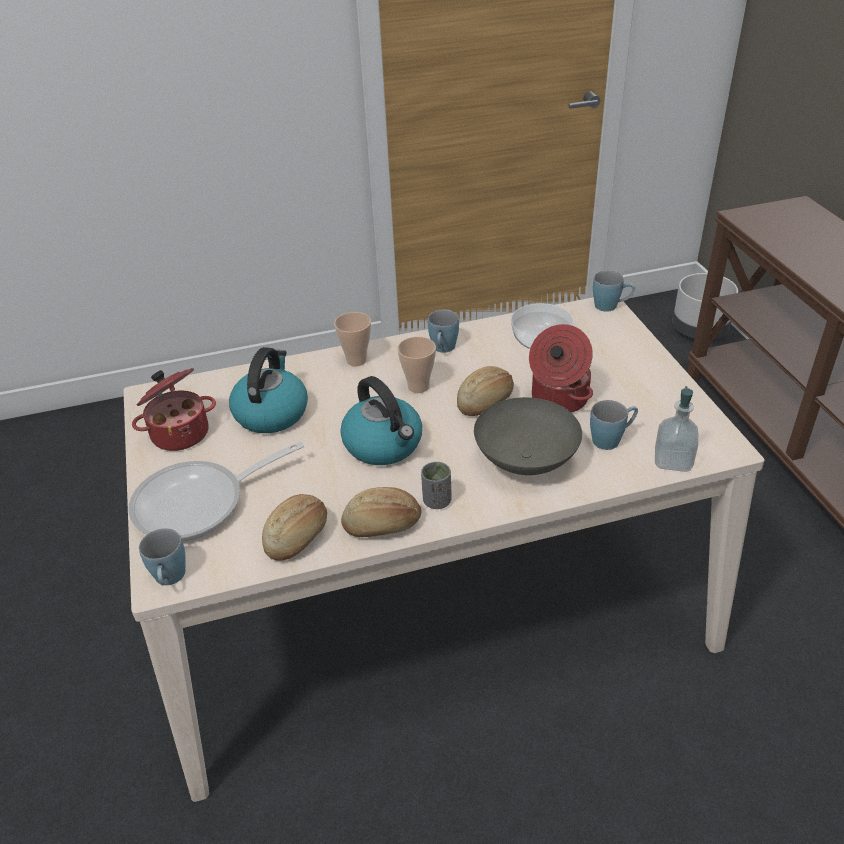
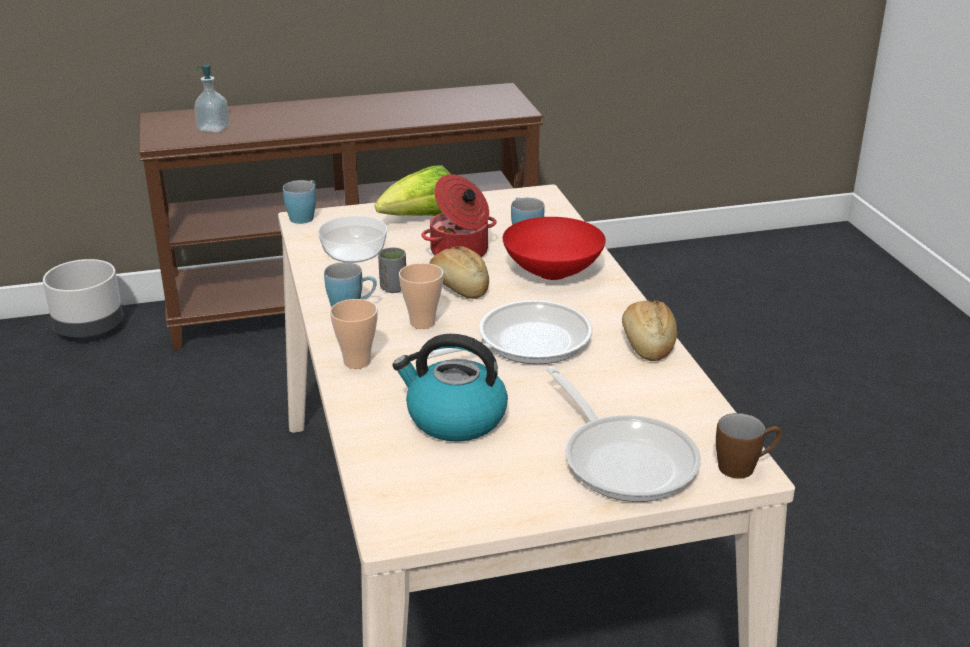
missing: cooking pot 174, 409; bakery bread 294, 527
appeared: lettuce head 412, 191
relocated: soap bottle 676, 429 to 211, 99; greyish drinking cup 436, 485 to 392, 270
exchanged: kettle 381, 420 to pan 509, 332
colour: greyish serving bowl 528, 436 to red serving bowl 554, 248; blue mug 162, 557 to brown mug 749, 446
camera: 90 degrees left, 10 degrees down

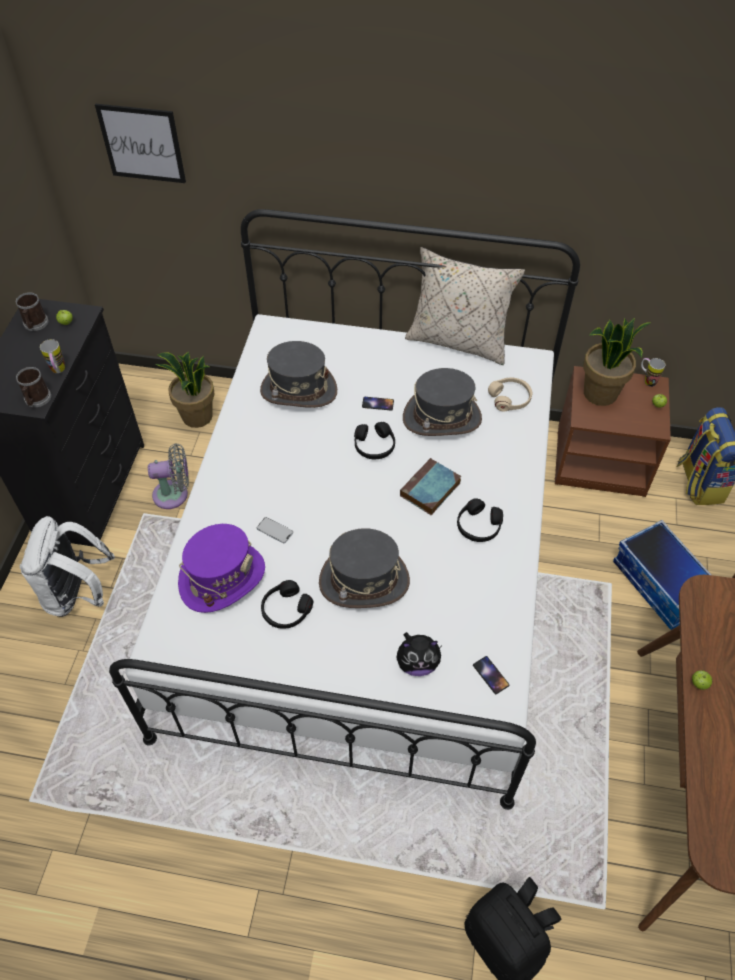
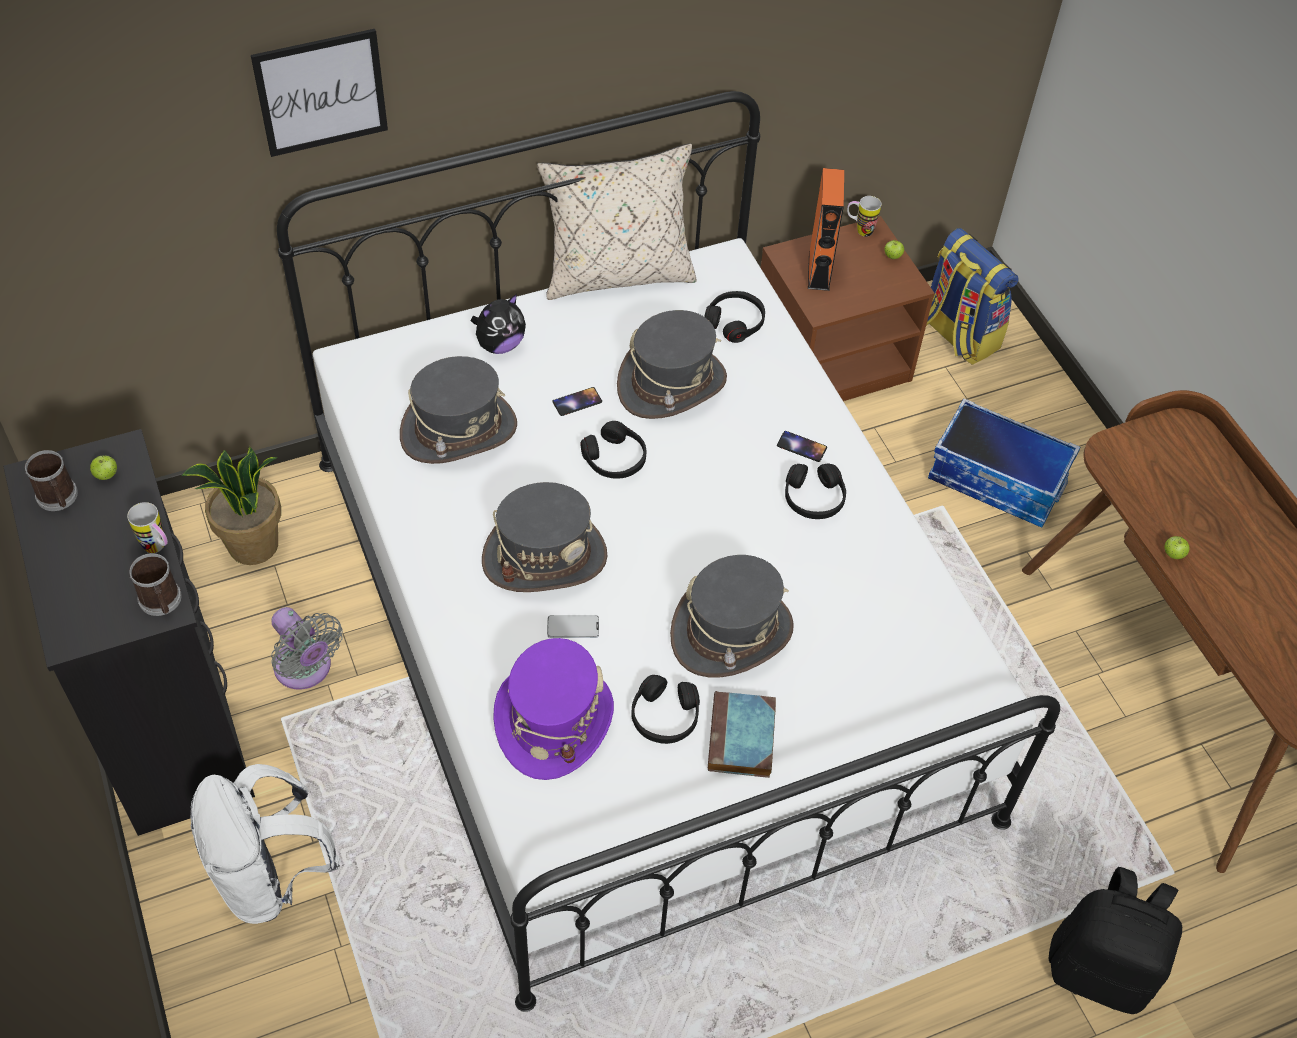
appeared: greyish wearable hat 544, 537
relocated: picture 140, 143 to 319, 93; book 430, 486 to 742, 734; soft toy 419, 654 to 498, 324; phone 491, 675 to 802, 446
exchanged: houseplant 616, 362 to orange-coloured audio speaker 826, 229
colour: beige-coloured pair of headphones 510, 394 to blackish pair of headphones 734, 317
spun: greyish electric fan 168, 476 = 307, 648 90 degrees clockwise
camera: 35 degrees left, 0 degrees up

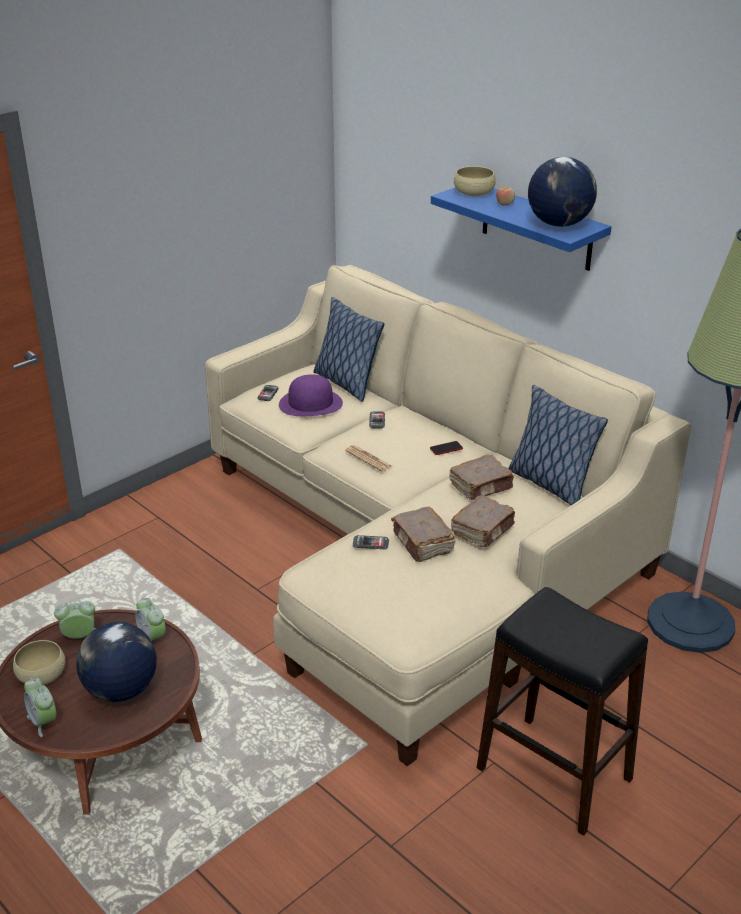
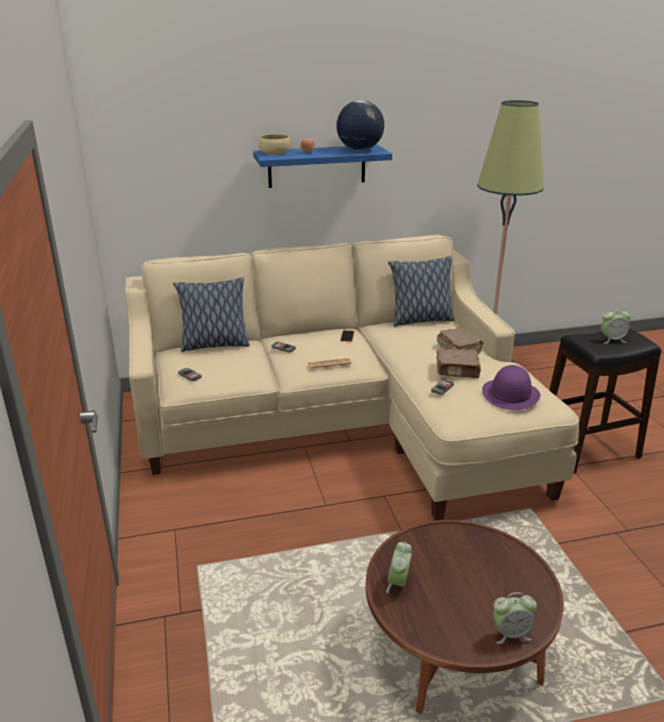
missing: brown book 481, 477; globe 116, 662; beige-coloured serving bowl 39, 662
relocated: purplish wearable hat 311, 395 to 511, 387; table clock 150, 619 to 616, 325
camera: 60 degrees left, 5 degrees down

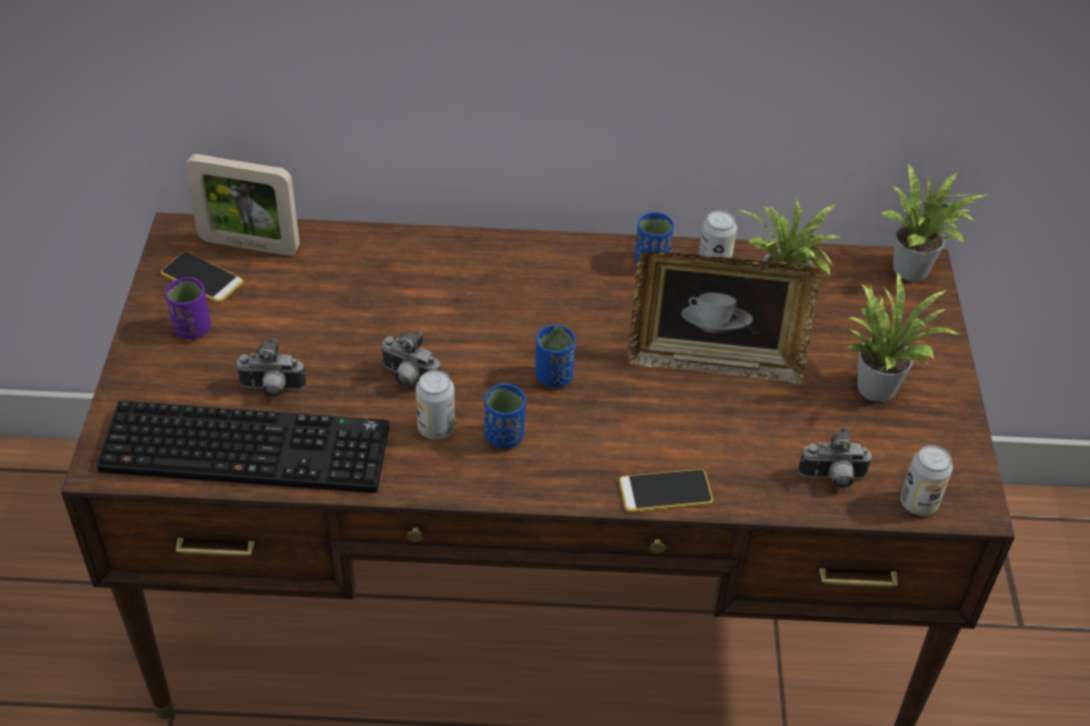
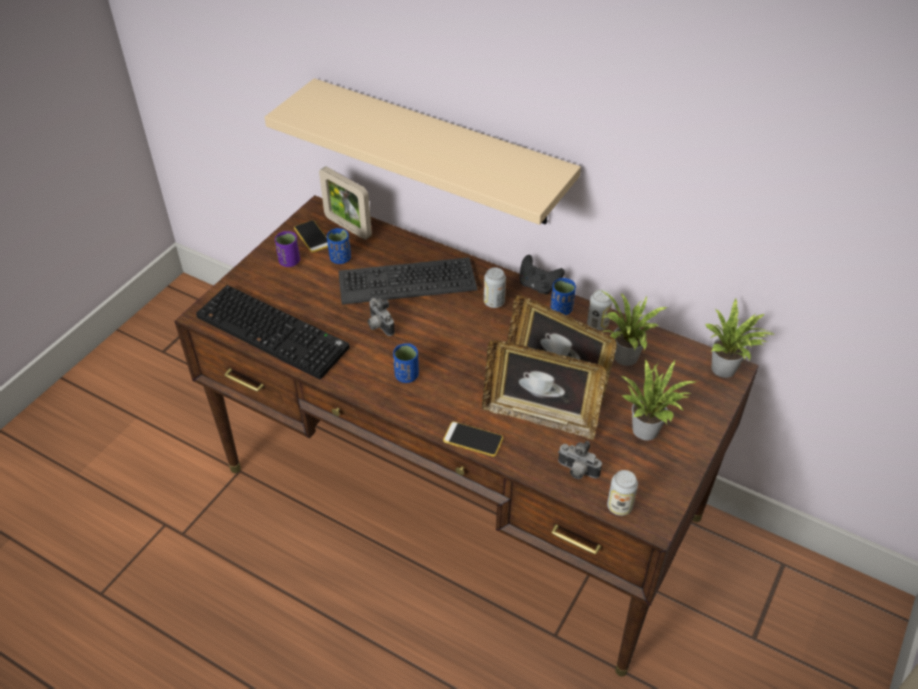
missing: still camera 271, 368
appeared: beige-coloured shelf 422, 151; blackish gamepad 542, 275; PC keyboard 408, 281; photo frame 544, 390
relocated: blue drinking cup 555, 356 to 339, 246; sealed can 435, 405 to 495, 287
camera: 30 degrees right, 0 degrees up

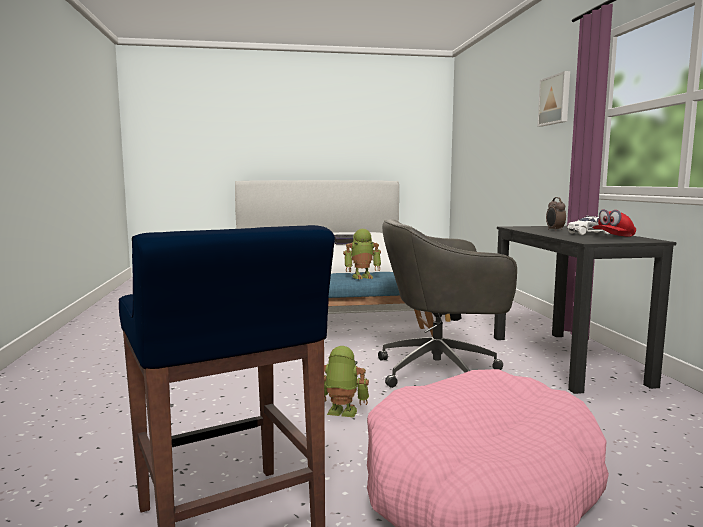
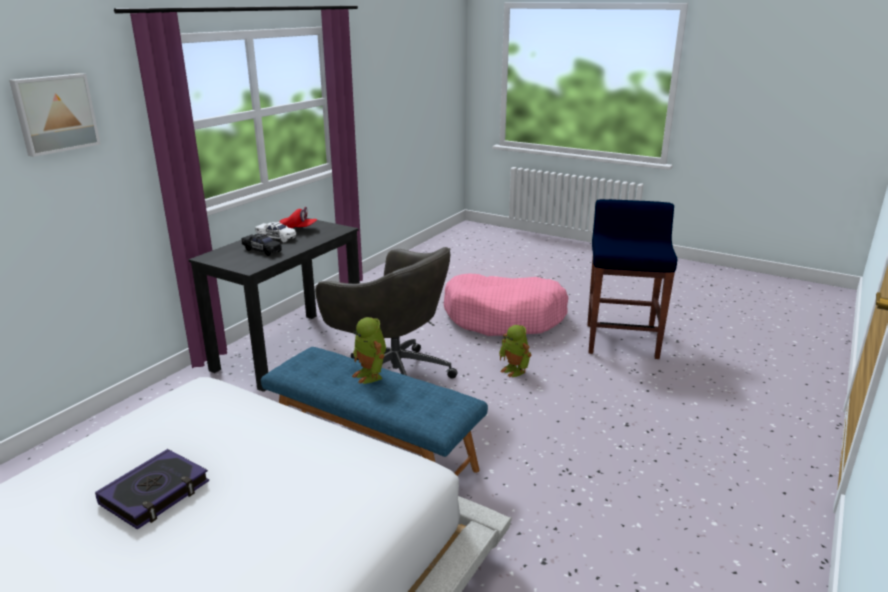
exchanged: table clock 556, 214 to blackish toy car 261, 245
spun: toy robot 362, 254 = 369, 350 150 degrees counterclockwise
camera: 140 degrees left, 15 degrees up

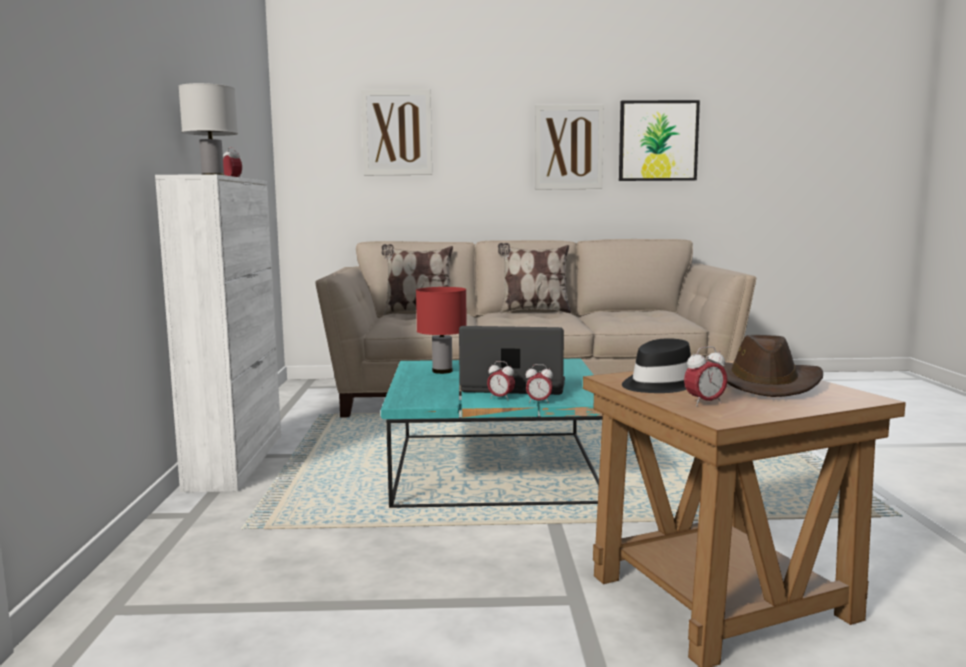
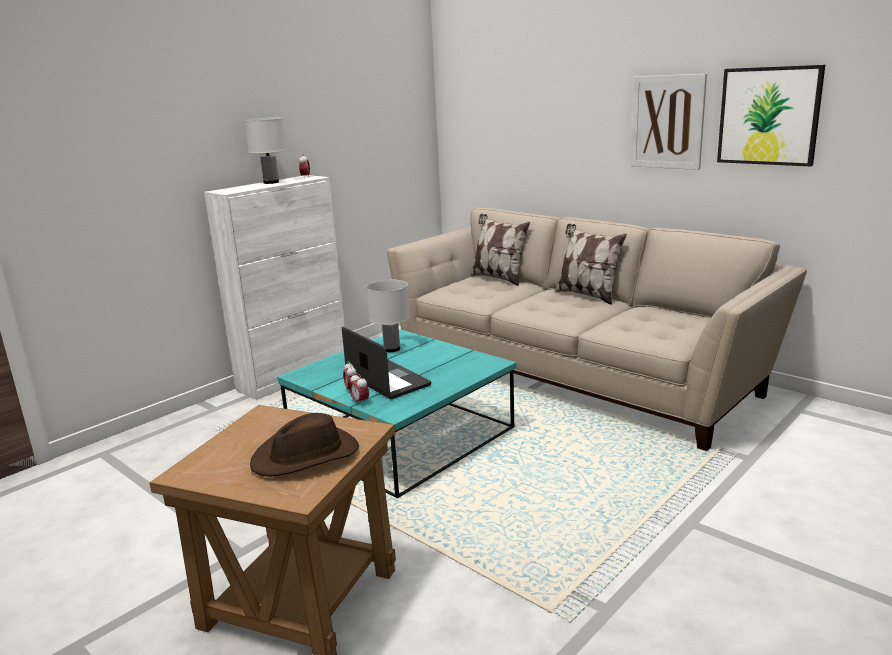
missing: picture 396, 132; blackish wearable hat 656, 365; table clock 706, 376
colour: red table lamp 441, 330 to whitish table lamp 388, 316
camera: 45 degrees right, 10 degrees up

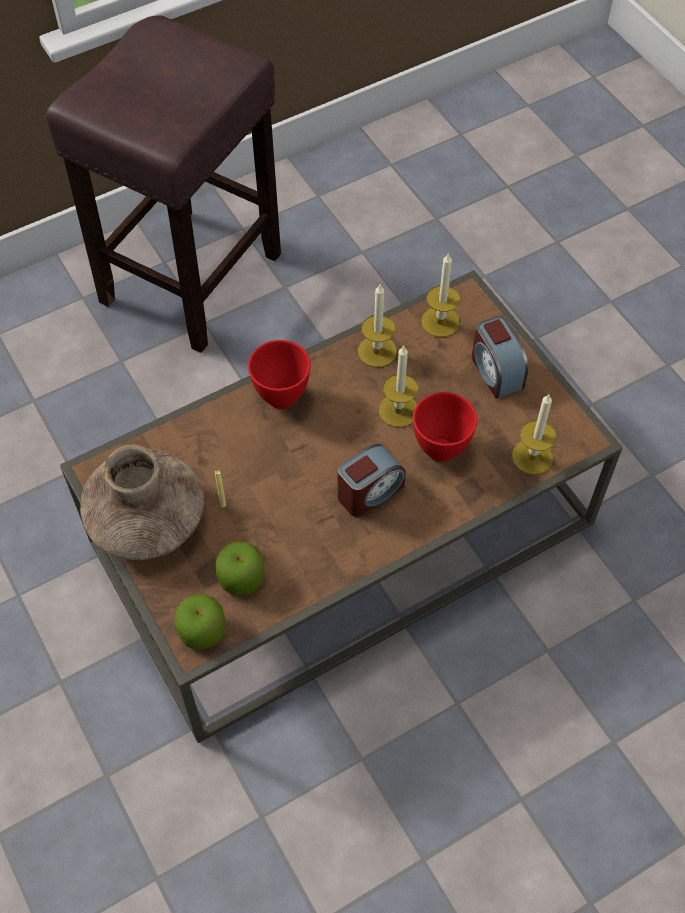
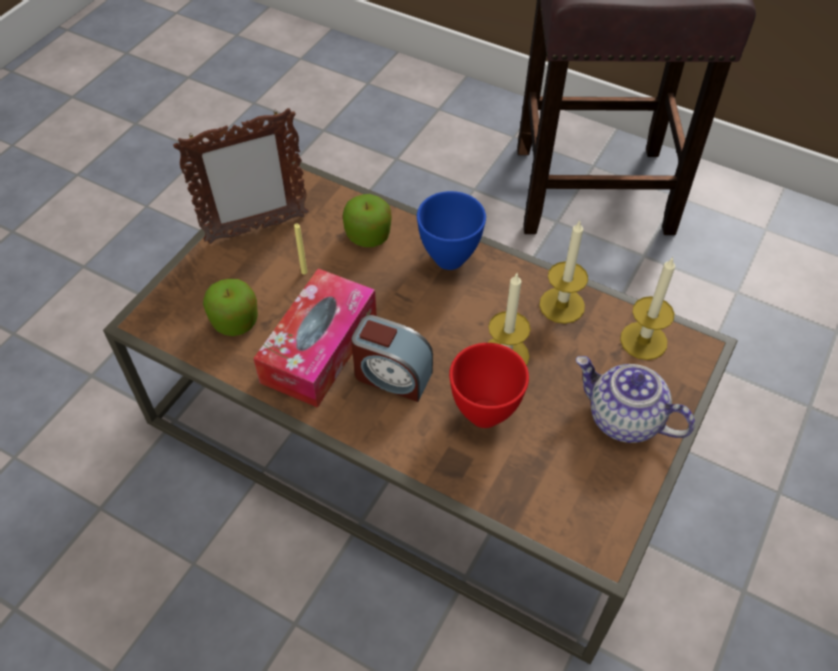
missing: wax candle 534, 434
appeared: tissue box 315, 338
relocated: apple 199, 621 to 367, 220
exchanged: table clock 500, 357 to pot for tea 635, 399; brown flower vase 142, 502 to photo frame 241, 176
colour: red serving bowl 279, 374 to blue serving bowl 451, 230
camera: 60 degrees right, 5 degrees down

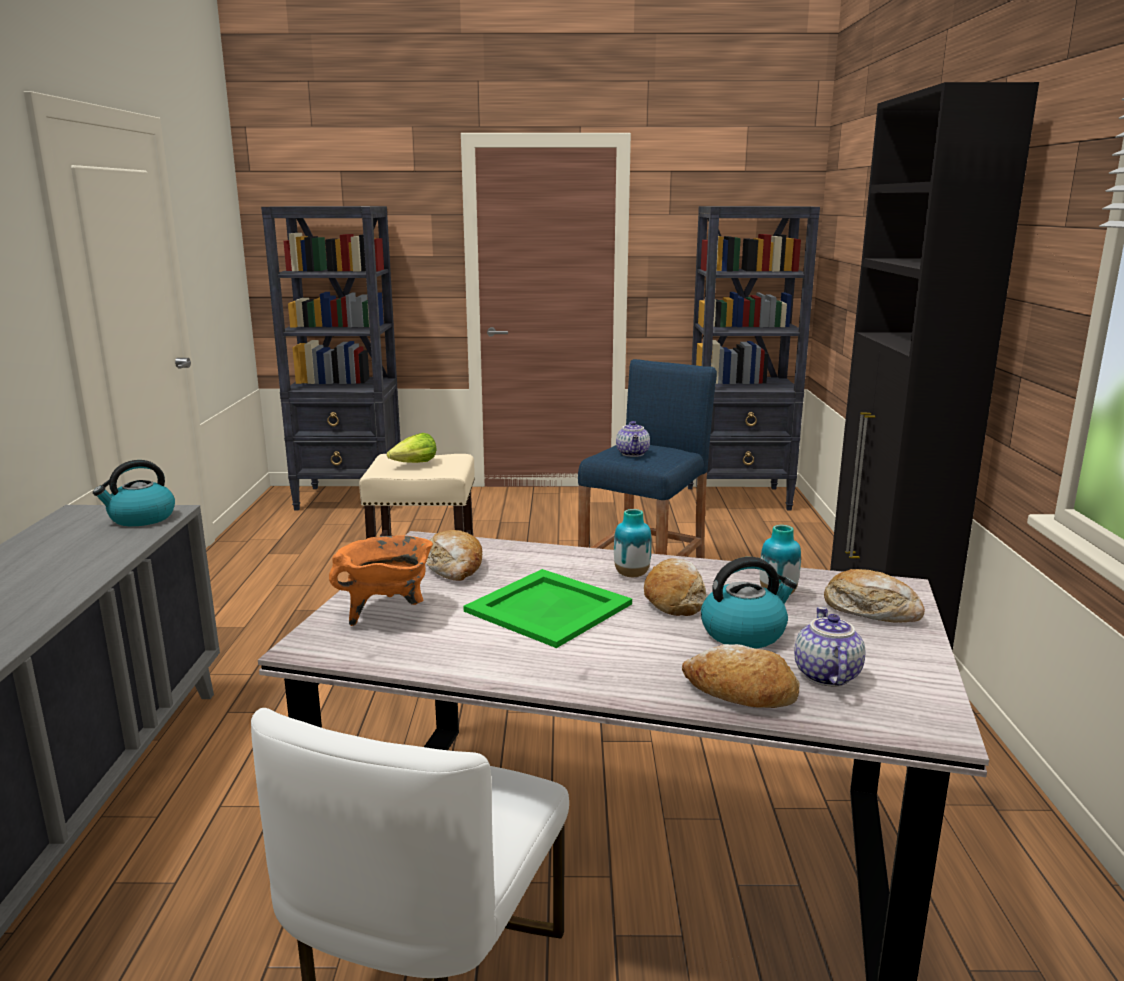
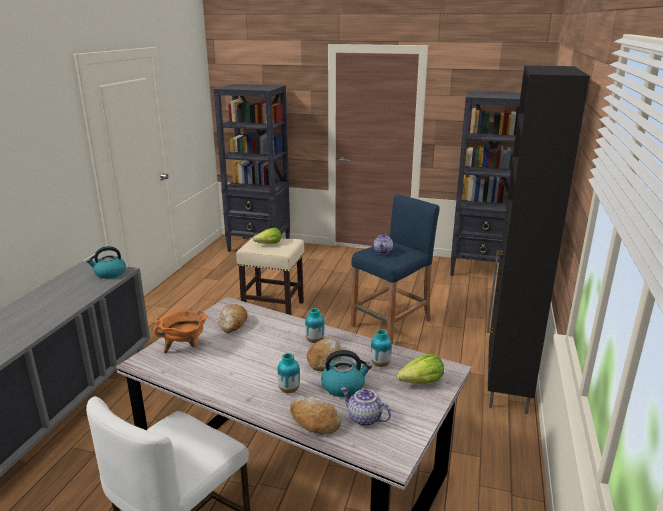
missing: green carrying tray 547, 608
appeared: flower vase 288, 373
exchanged: bakery bread 874, 596 to lettuce head 420, 369
spun: pot for tea 830, 647 = 366, 406 75 degrees counterclockwise
camera: 15 degrees right, 5 degrees up

